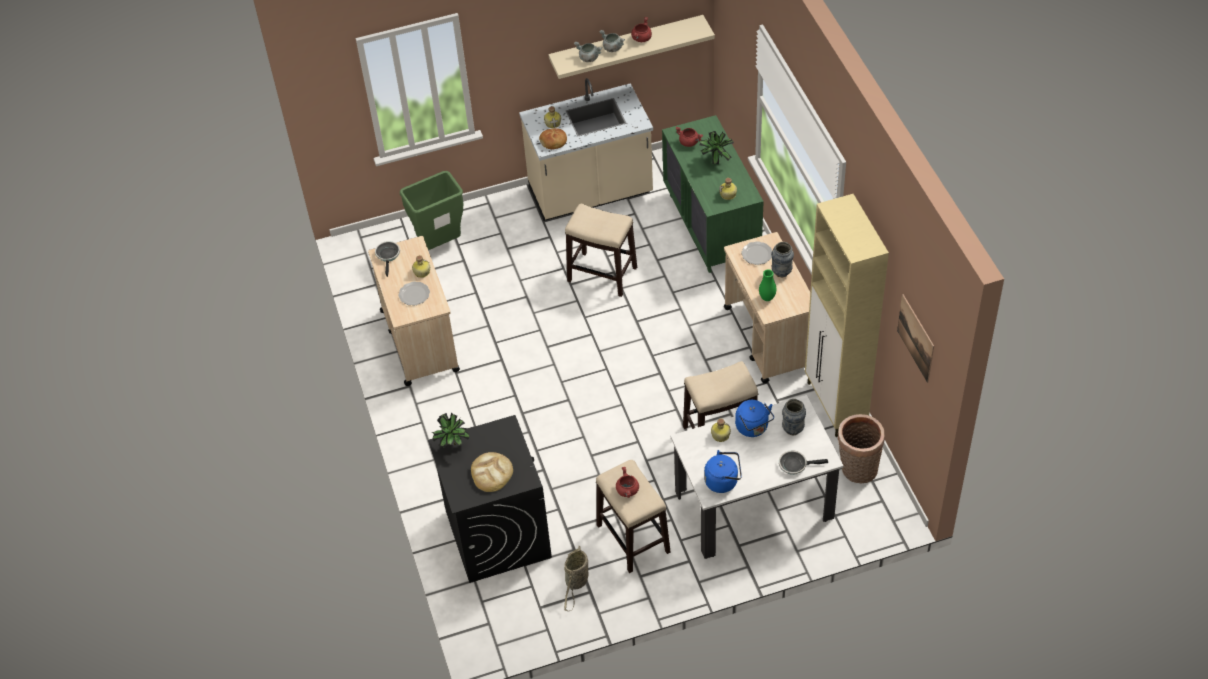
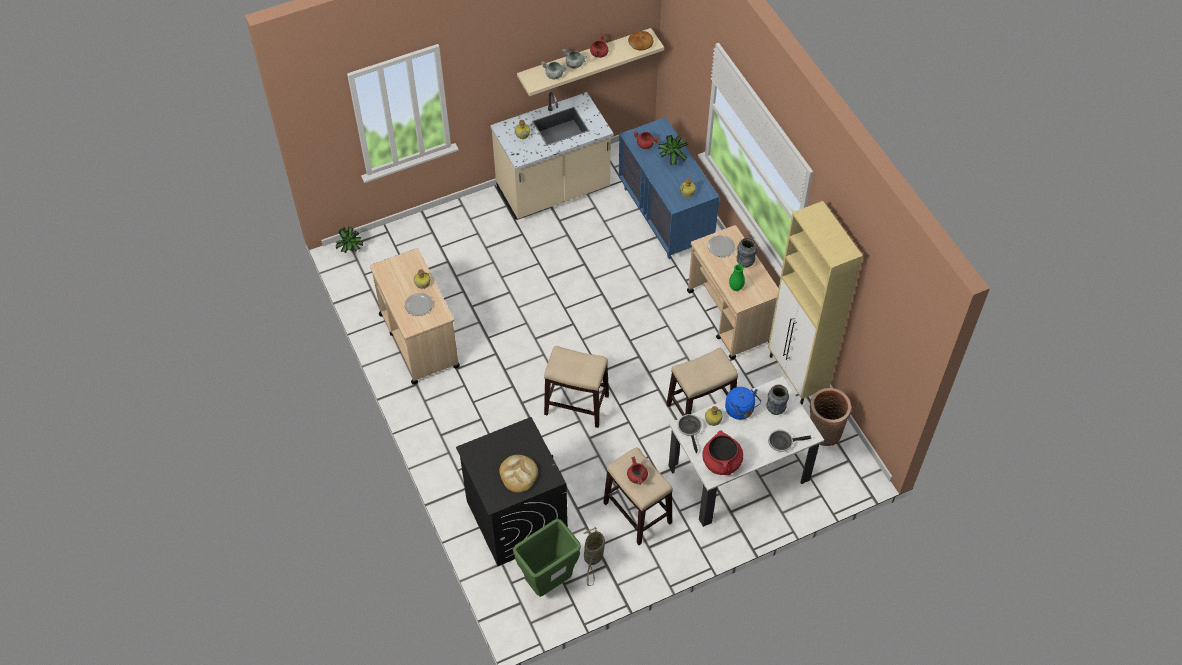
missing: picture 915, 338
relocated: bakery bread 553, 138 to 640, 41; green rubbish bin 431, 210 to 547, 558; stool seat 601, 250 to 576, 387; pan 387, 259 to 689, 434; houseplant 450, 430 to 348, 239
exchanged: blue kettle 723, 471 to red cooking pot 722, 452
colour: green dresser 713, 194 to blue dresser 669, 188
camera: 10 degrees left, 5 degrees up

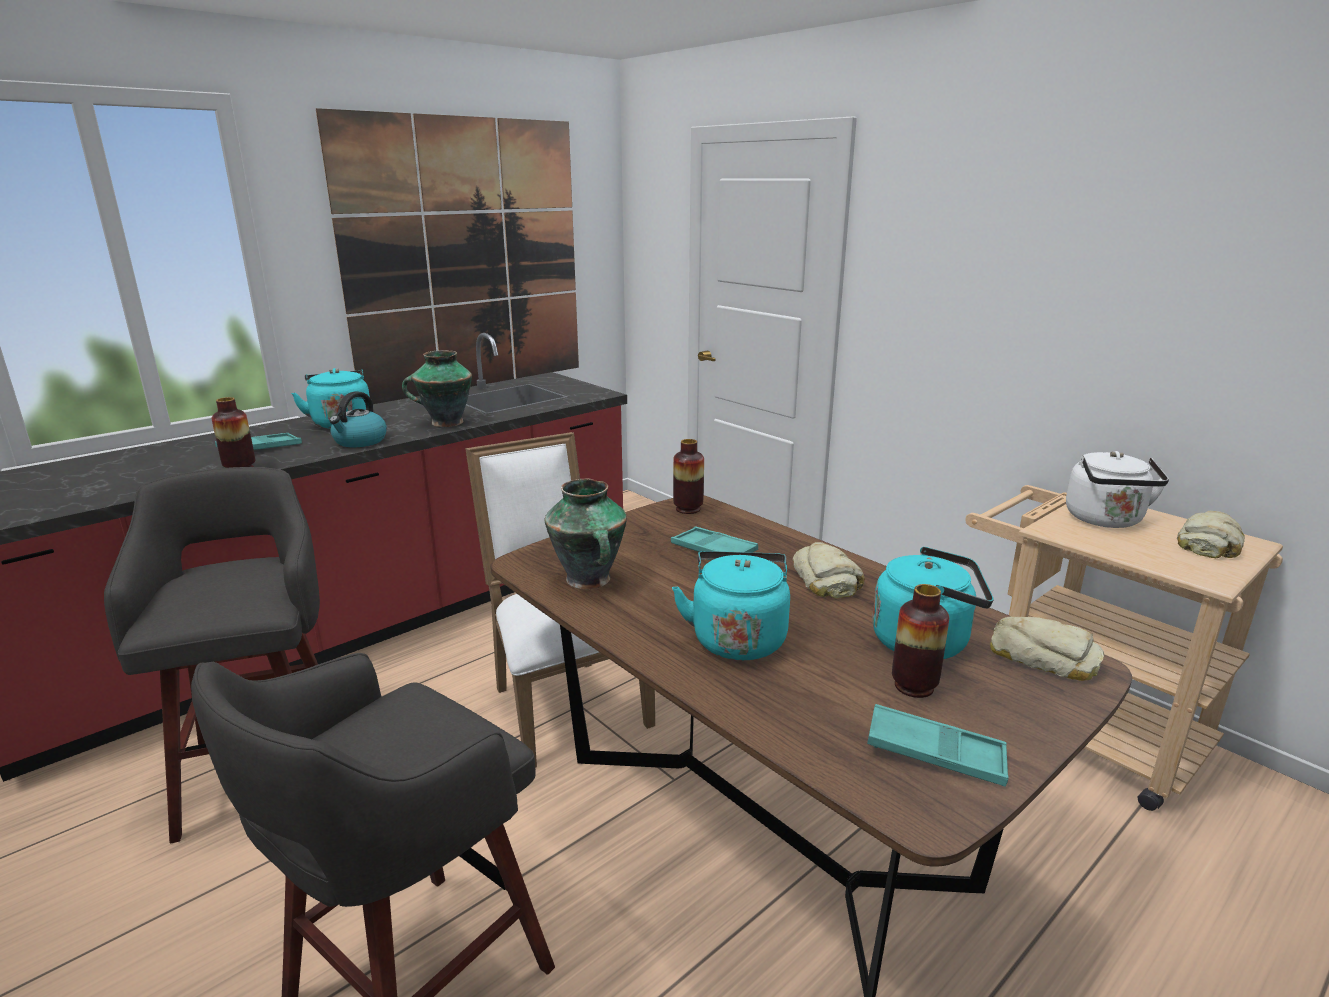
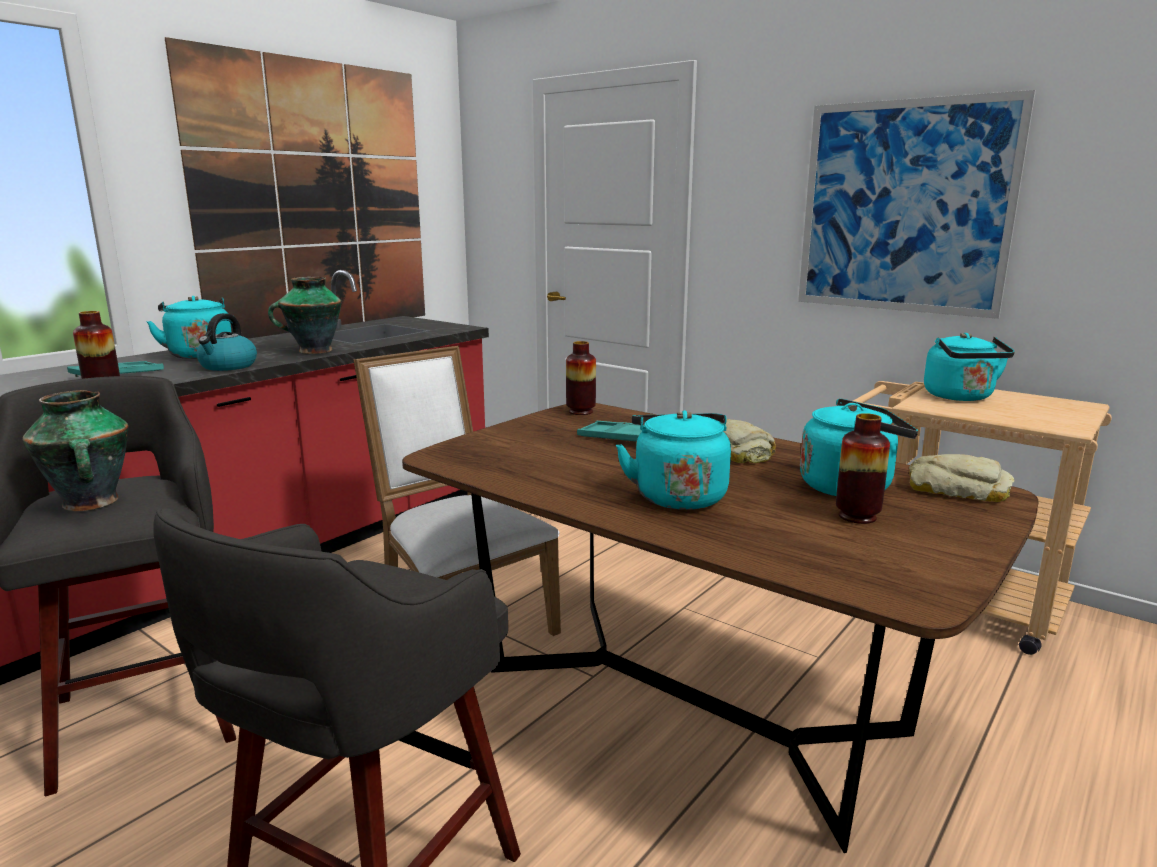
missing: bakery bread 1211, 534; blue-green carrying tray 938, 745
appeared: picture 917, 204
relocated: flower vase 585, 534 to 75, 450
colour: whitish kettle 1117, 489 to blue-green kettle 969, 367
camera: 10 degrees left, 5 degrees down

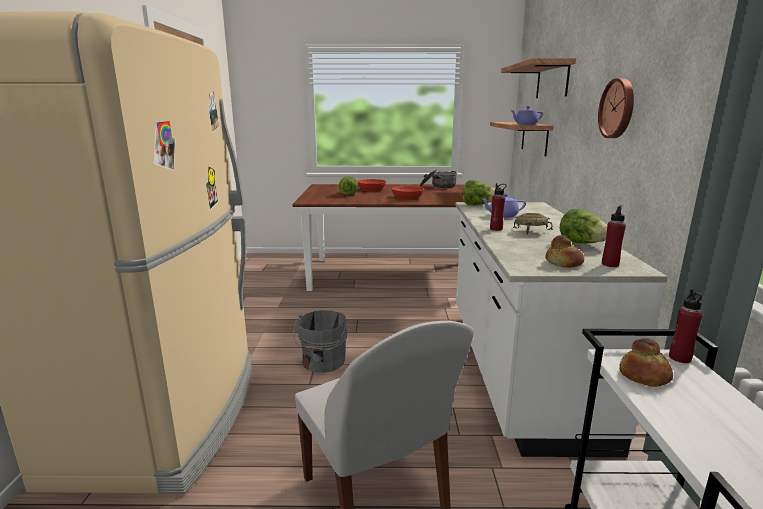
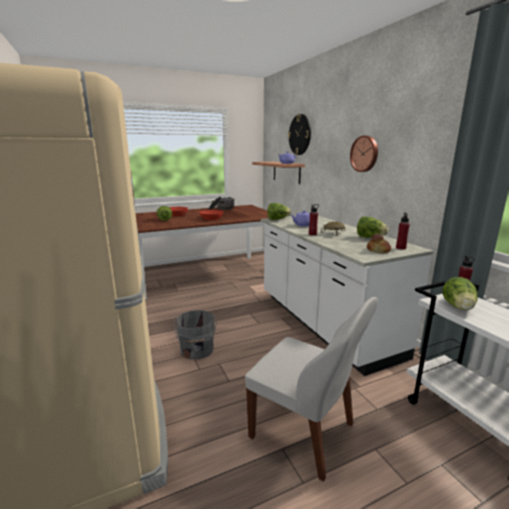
exchanged: shelf 538, 78 to wall clock 299, 134; bakery bread 646, 362 to lettuce head 460, 293
camera: 25 degrees left, 0 degrees up

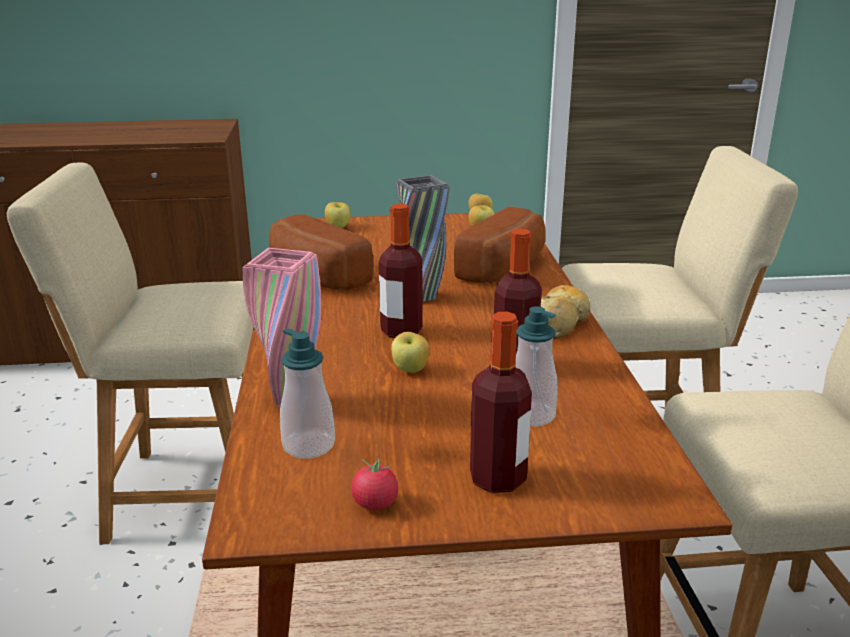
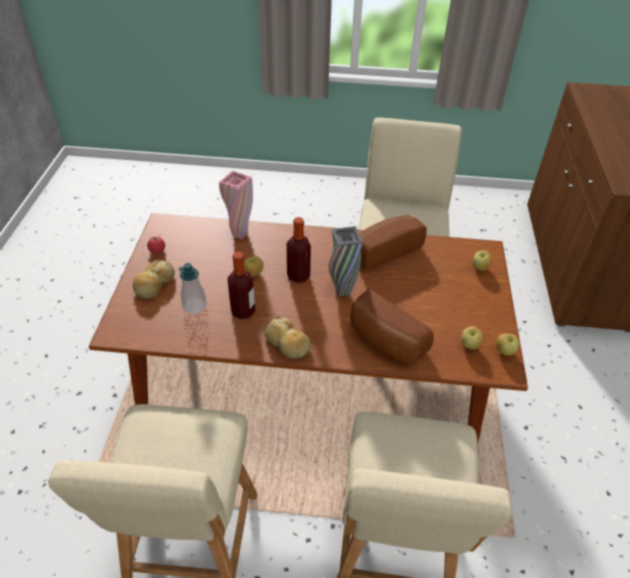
missing: soap bottle 307, 393
exchanged: bottle 501, 402 to bakery bread 154, 279
camera: 100 degrees right, 20 degrees up

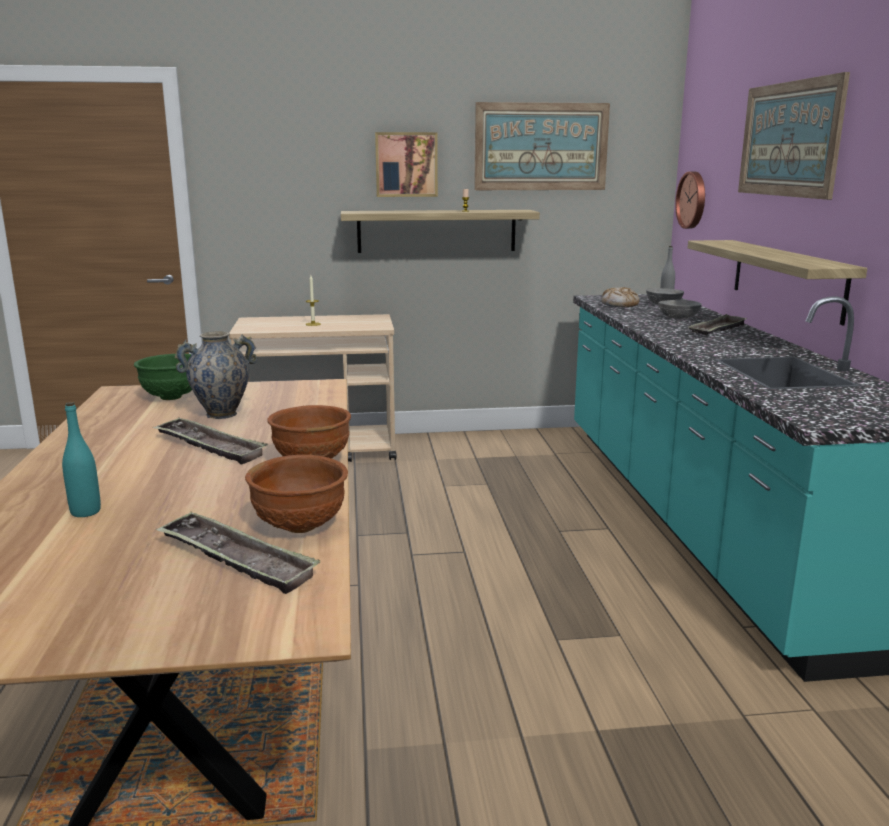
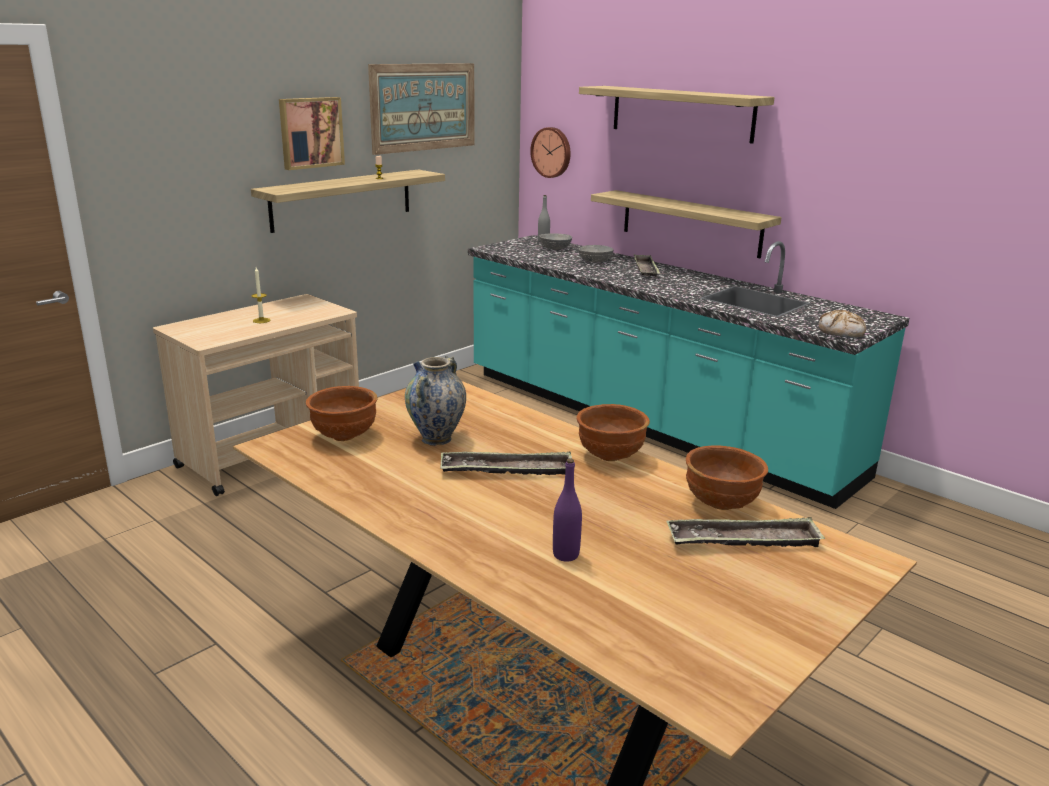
relocated: bakery bread 620, 297 to 842, 324
exchanged: picture 794, 136 to shelf 677, 115
colour: green serving bowl 163, 377 to brown serving bowl 341, 413; blue-green bottle 81, 459 to purplish bottle 567, 510
camera: 40 degrees left, 5 degrees up

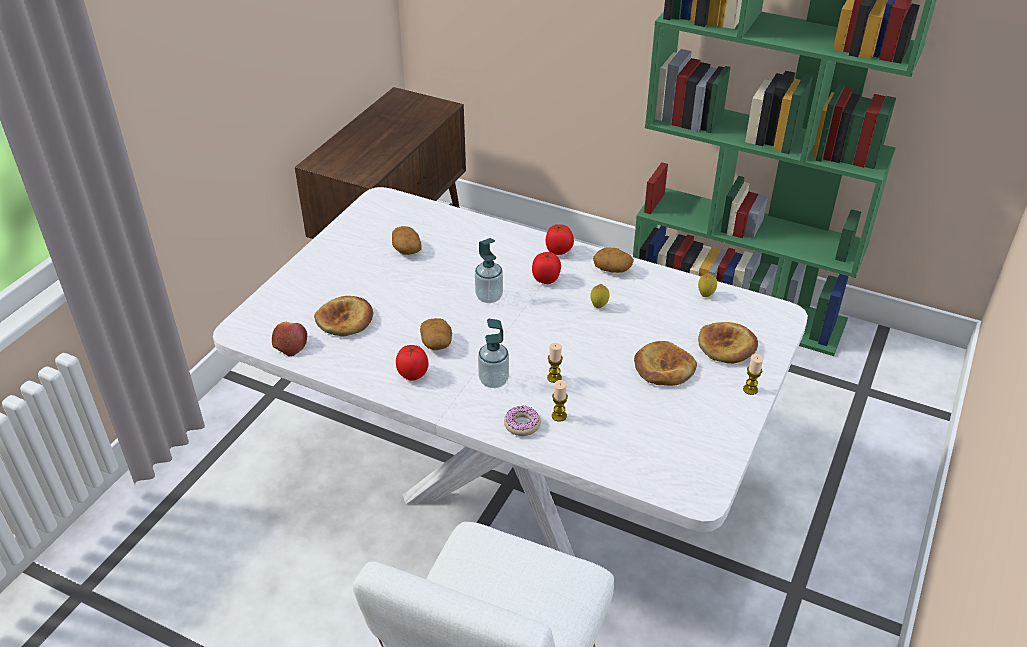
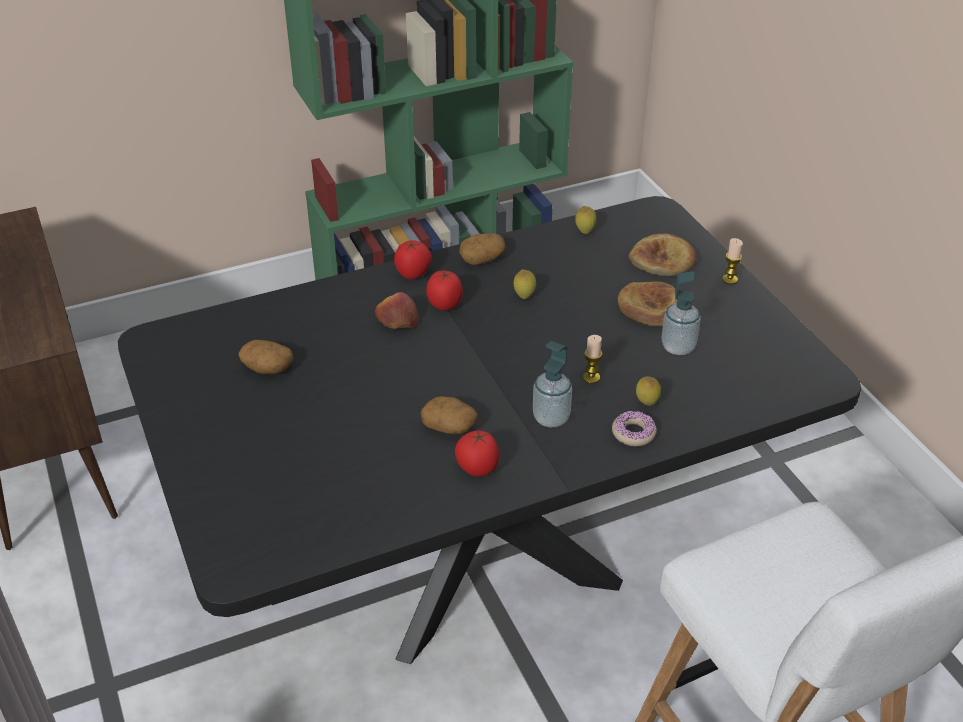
missing: bakery bread 344, 316
relocated: soap bottle 489, 270 to 681, 313; apple 289, 339 to 396, 310
exchanged: wax candle 560, 401 to whole lemon 648, 391
colour: whitish kitchen table 510, 372 to blackish kitchen table 489, 430
camera: 50 degrees left, 0 degrees up

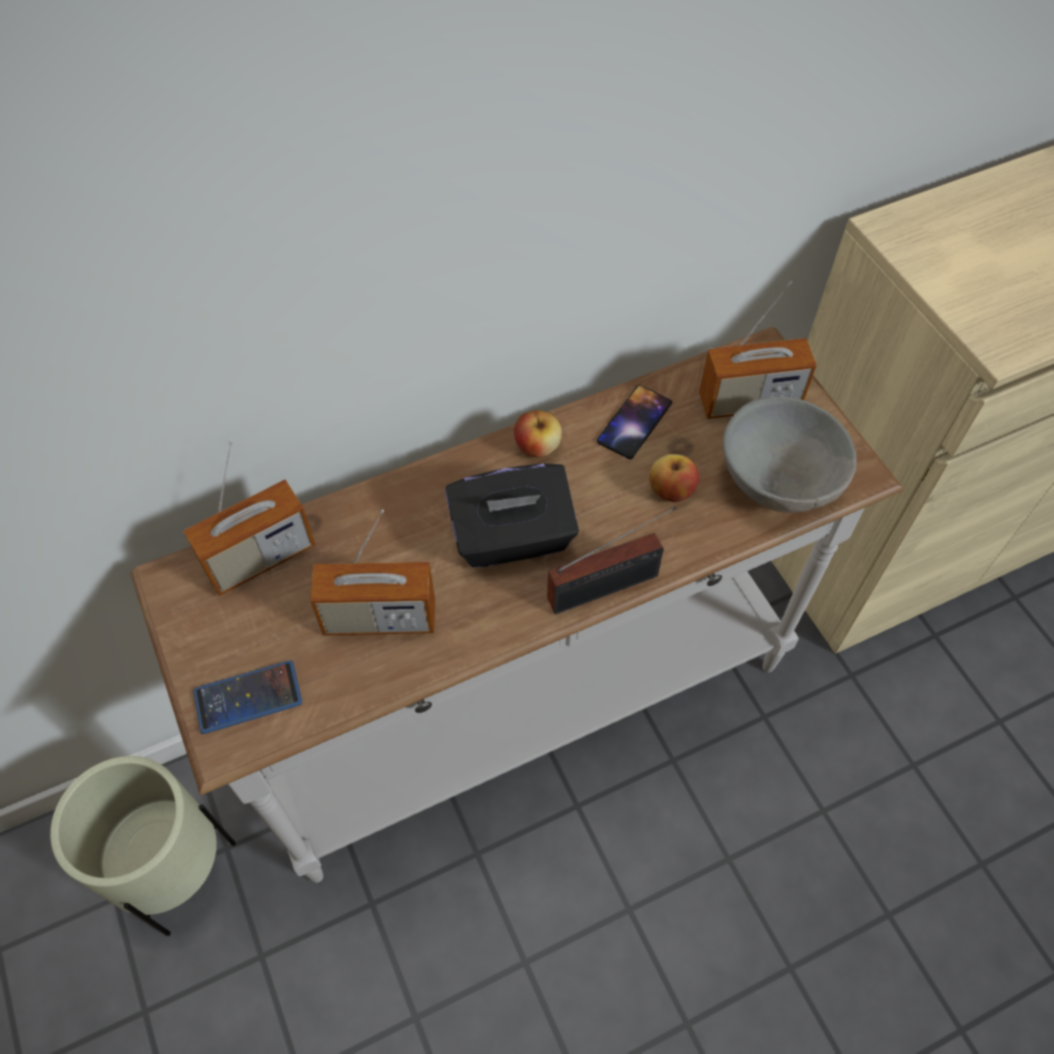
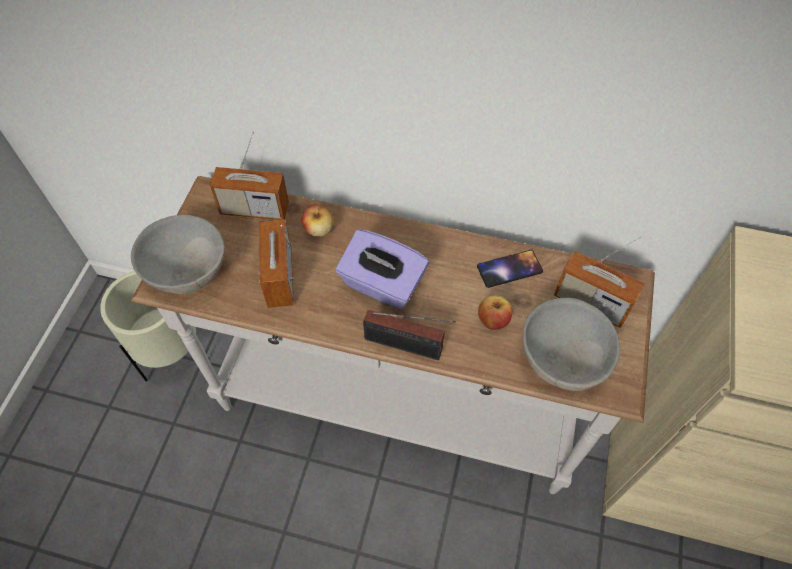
relocated: apple 538, 434 to 318, 220
exchanged: phone 247, 697 to greyish serving bowl 178, 254
colour: blackish tissue box 512, 516 to purplish tissue box 382, 269
spun: radio receiver 372, 573 = 276, 264 45 degrees clockwise
camera: 40 degrees right, 0 degrees up

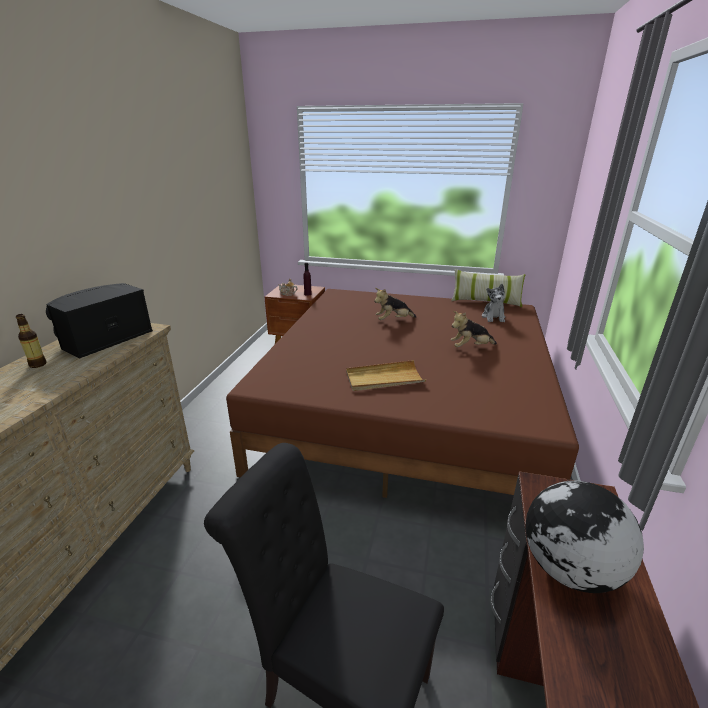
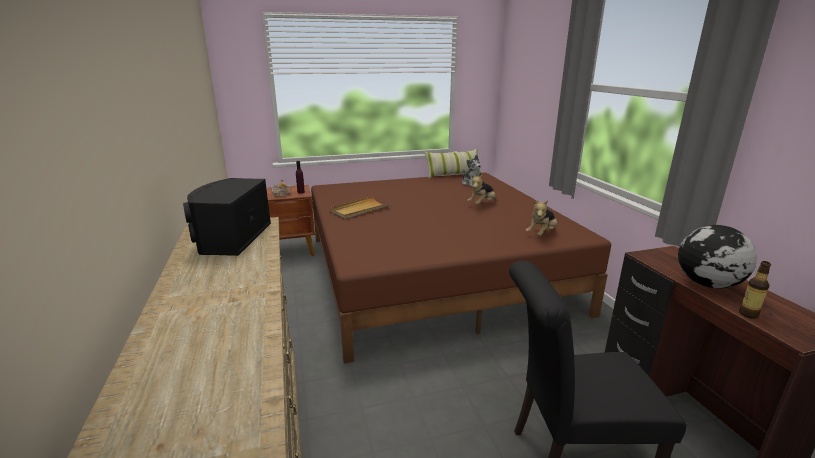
relocated: soft toy 395, 304 to 541, 218; bottle 31, 341 to 755, 290; beige-coloured carrying tray 386, 375 to 360, 207
camera: 30 degrees left, 5 degrees down

